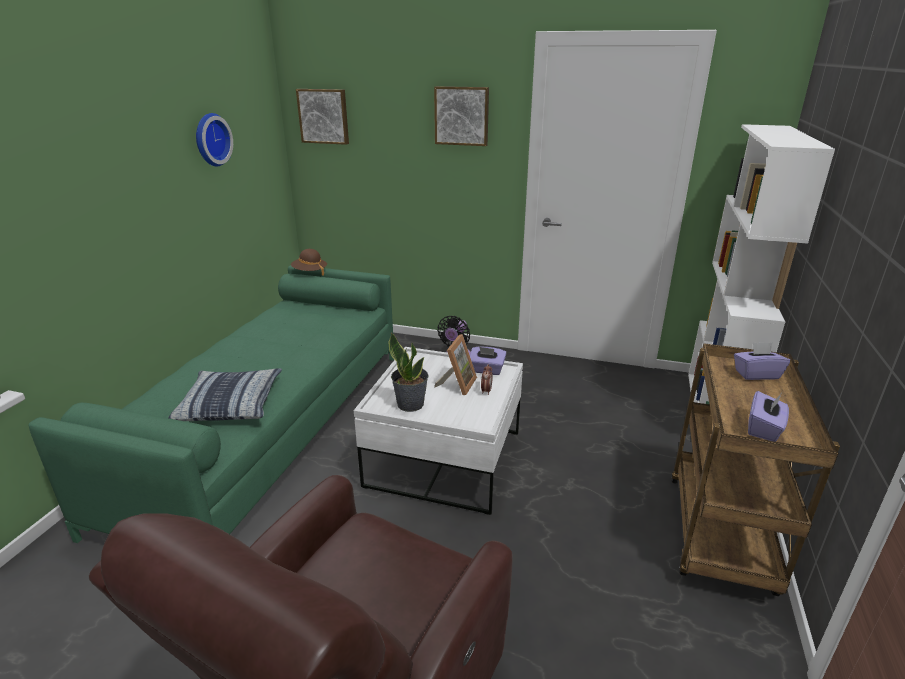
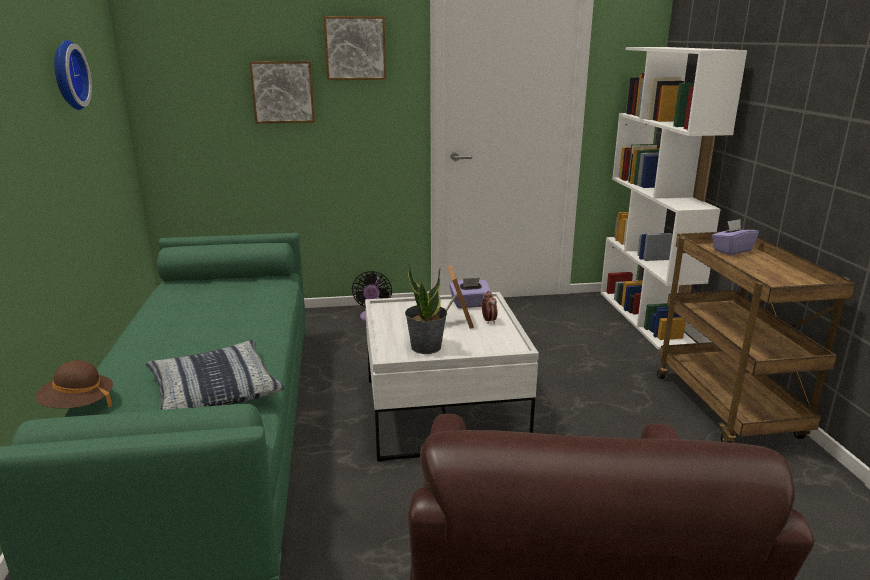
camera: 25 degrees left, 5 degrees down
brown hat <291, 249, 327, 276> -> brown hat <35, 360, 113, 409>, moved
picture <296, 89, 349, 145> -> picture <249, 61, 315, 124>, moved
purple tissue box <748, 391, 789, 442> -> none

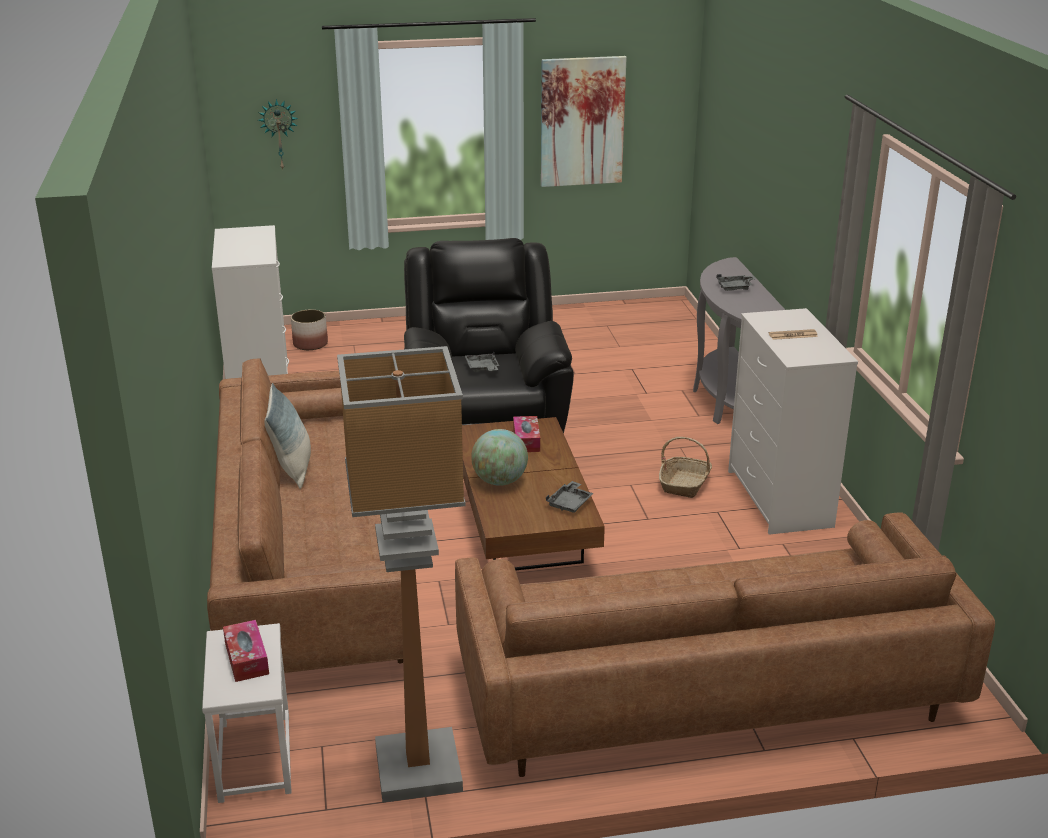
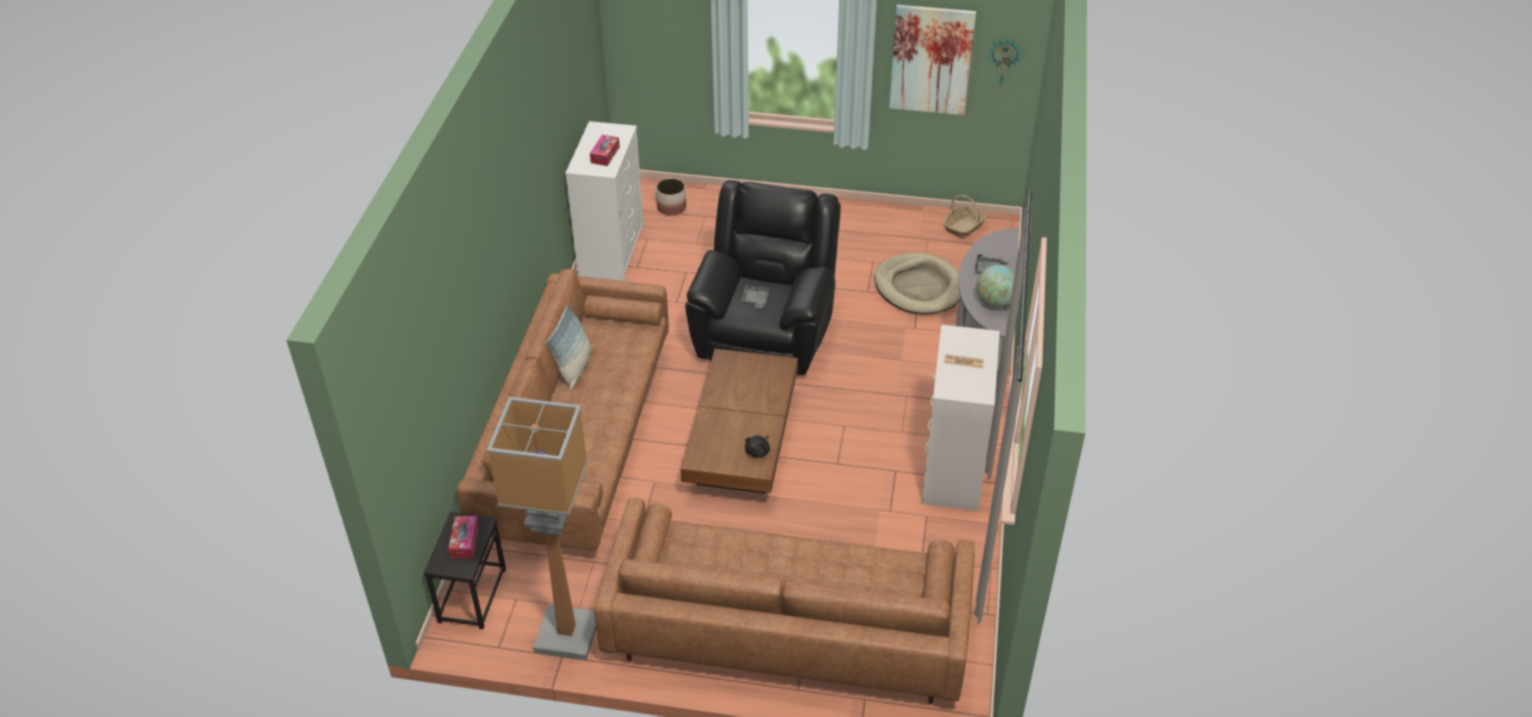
camera: 20 degrees right, 15 degrees up
white side table <202, 623, 292, 803> -> black side table <424, 512, 506, 629>
tissue box <513, 416, 540, 452> -> tissue box <590, 135, 620, 166>, moved
grey tray <546, 481, 594, 513> -> black plush toy <745, 436, 770, 457>
none -> beige dog bed <874, 253, 960, 314>
basket <659, 437, 712, 498> -> basket <943, 195, 987, 239>, moved
globe <471, 429, 528, 486> -> globe <976, 265, 1015, 308>, moved
wall clock <258, 99, 298, 171> -> wall clock <987, 39, 1023, 93>, moved

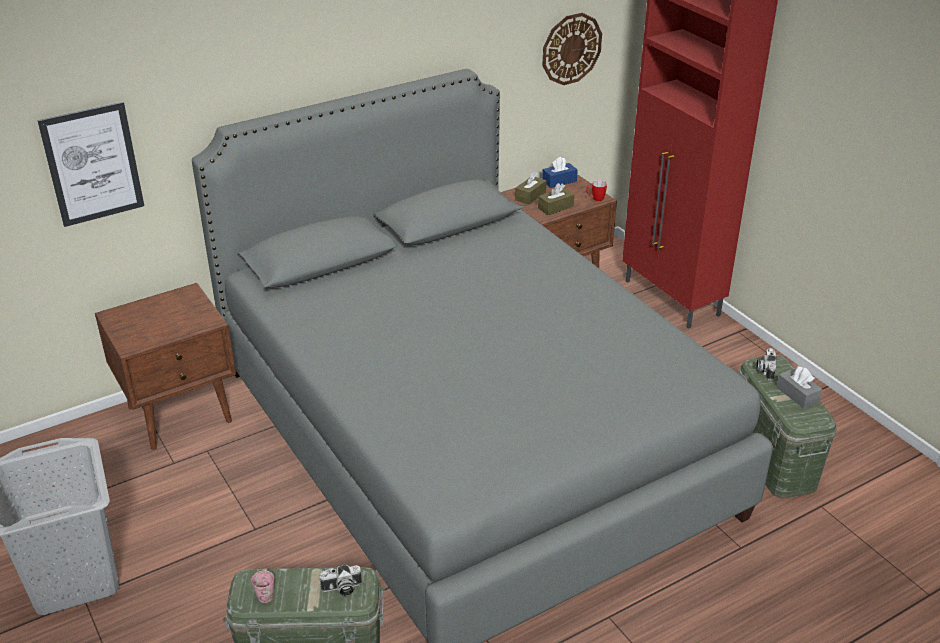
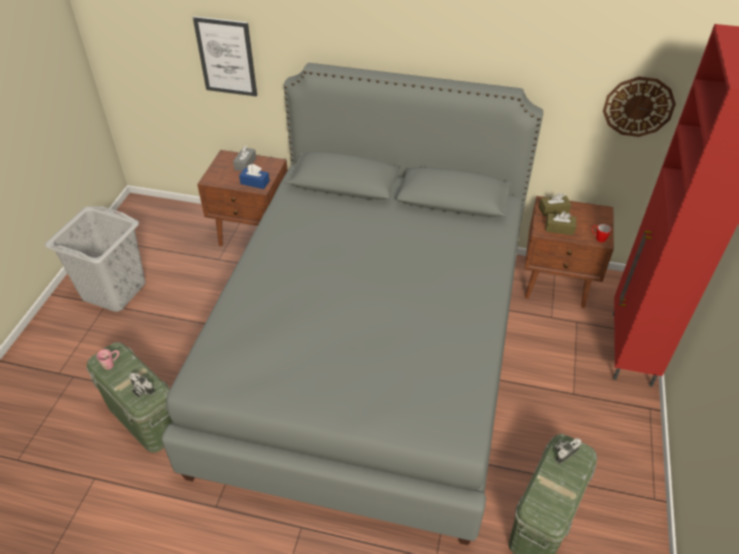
camera: 45 degrees right, 10 degrees up
grey tissue box <777, 366, 822, 409> -> grey tissue box <233, 145, 256, 171>, moved
blue tissue box <542, 157, 578, 188> -> blue tissue box <239, 164, 270, 189>, moved

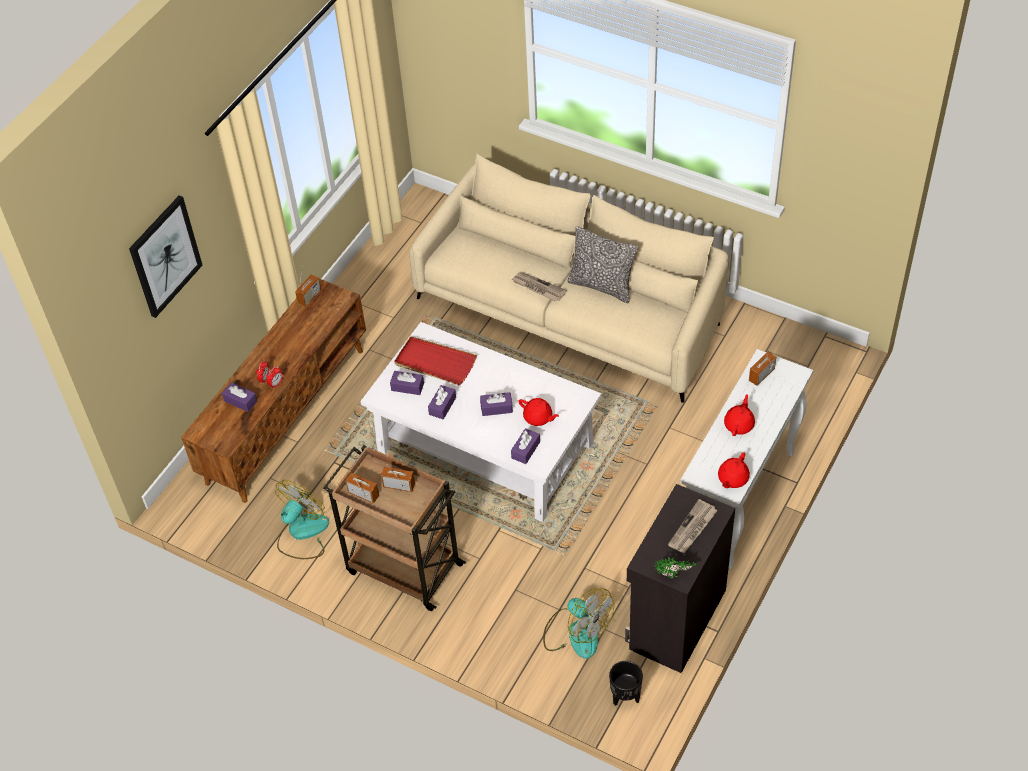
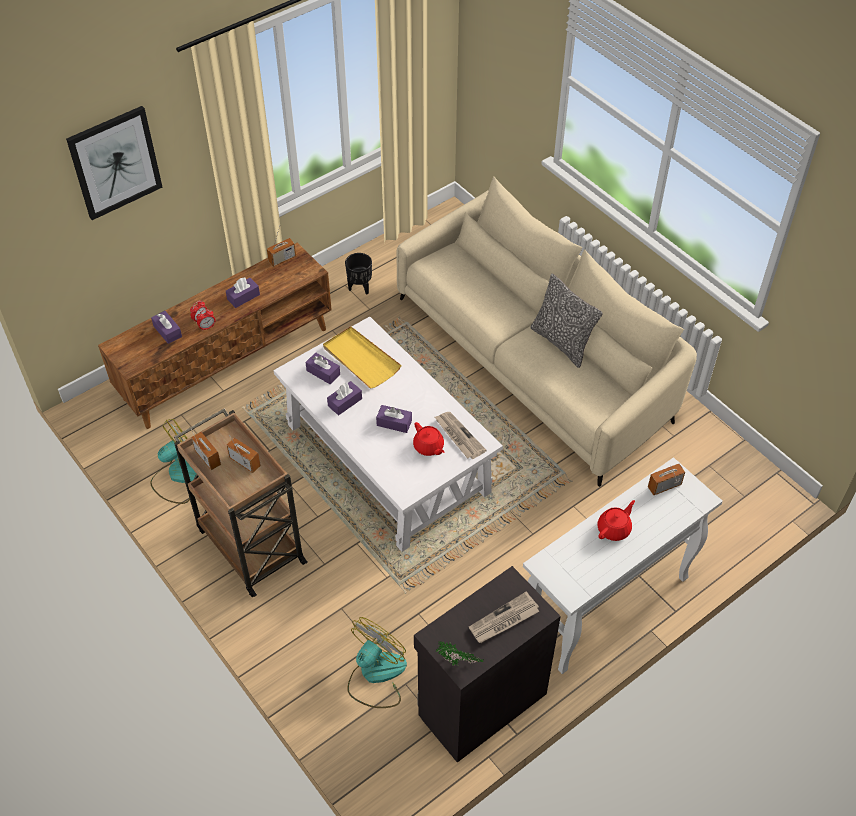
camera: 20 degrees right, 0 degrees up
purple tissue box <511, 428, 540, 464> -> purple tissue box <226, 278, 260, 308>, moved
red tray <394, 336, 477, 385> -> yellow tray <323, 326, 402, 388>
black planter <609, 661, 643, 706> -> black planter <345, 253, 372, 295>, moved
fan <543, 588, 614, 659> -> fan <347, 617, 407, 708>, 120 degrees counterclockwise
newspaper <511, 272, 567, 301> -> newspaper <435, 412, 487, 459>, moved
red teapot <718, 452, 750, 488> -> none

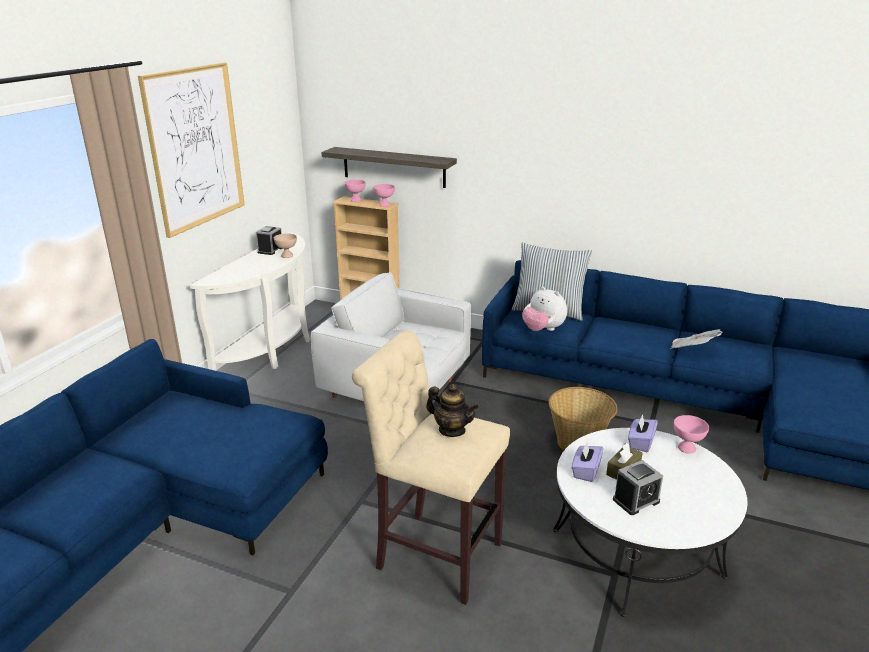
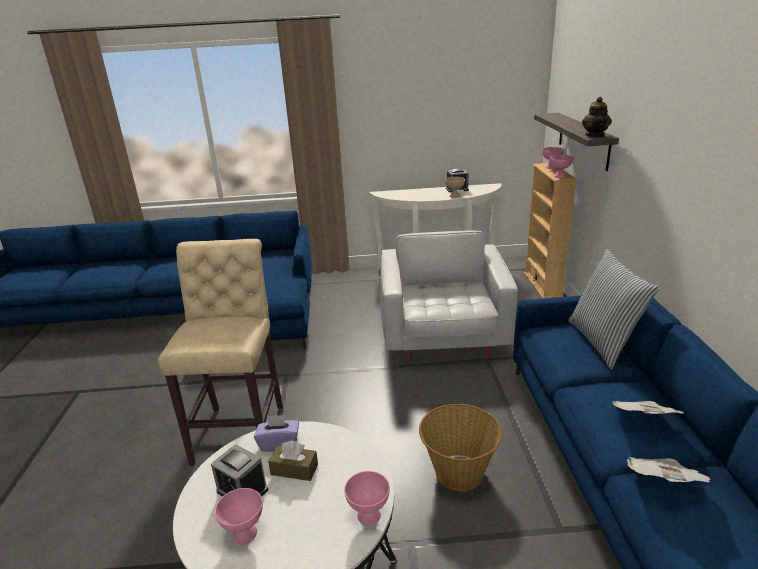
camera: 65 degrees right, 0 degrees up
none -> pink bowl <215, 488, 263, 544>
teapot <426, 384, 479, 437> -> teapot <582, 97, 612, 137>, moved
none -> newspaper <613, 401, 684, 414>
picture <138, 63, 245, 238> -> none
plush toy <522, 287, 567, 331> -> none
purple tissue box <628, 414, 657, 452> -> none

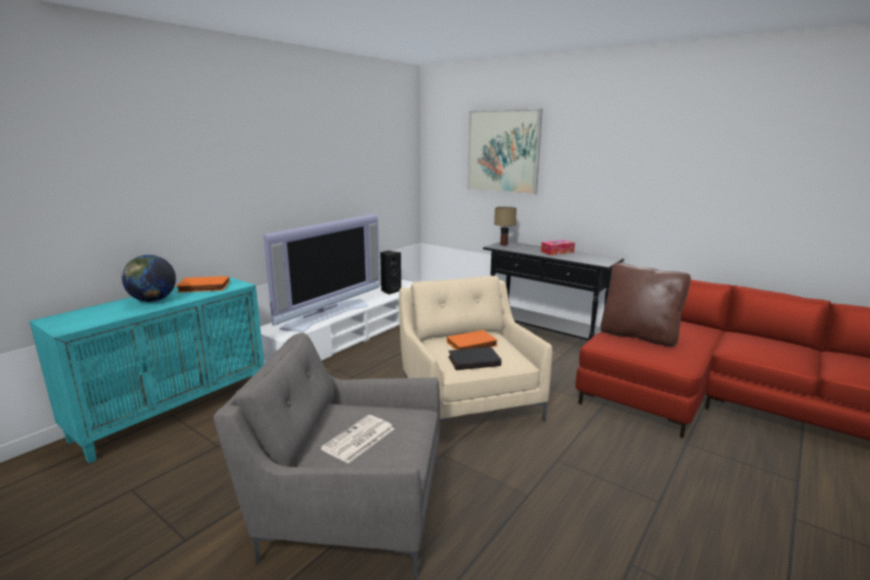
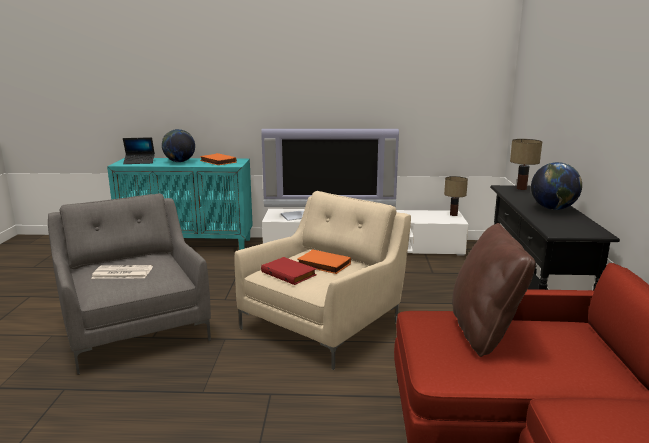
camera: 55 degrees right, 0 degrees up
none -> laptop <123, 137, 155, 164>
black book <448, 347, 501, 370> -> red book <261, 257, 317, 285>
none -> table lamp <444, 176, 468, 216>
tissue box <541, 240, 575, 255> -> globe <531, 162, 582, 210>
black speaker <380, 251, 401, 294> -> none
picture <467, 109, 543, 195> -> none

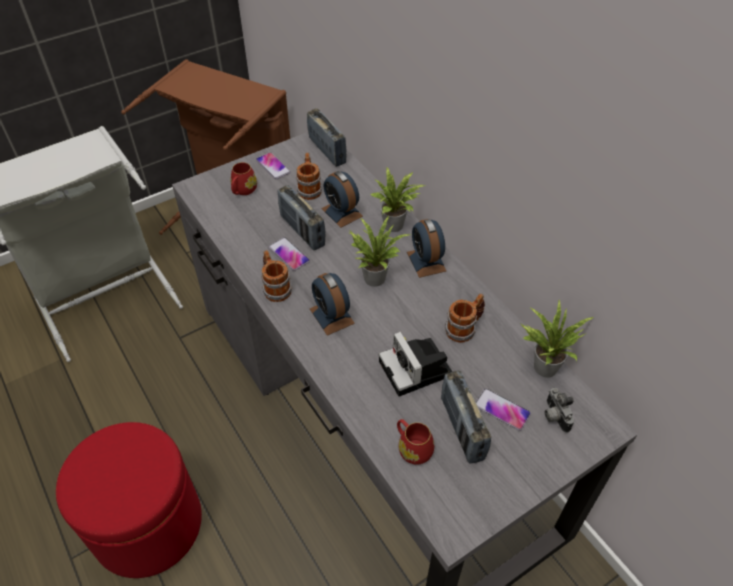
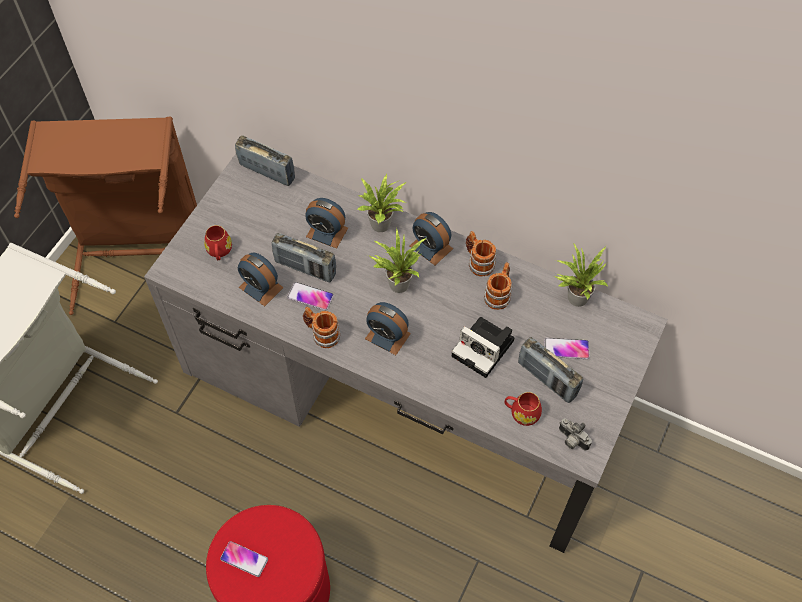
camera: 30 degrees left, 10 degrees up
phone <256, 152, 291, 179> -> phone <220, 541, 268, 577>, moved
none -> alarm clock <238, 253, 284, 306>
mug <296, 153, 322, 200> -> mug <466, 231, 497, 277>, moved
photo camera <545, 388, 574, 433> -> photo camera <559, 418, 592, 450>, moved

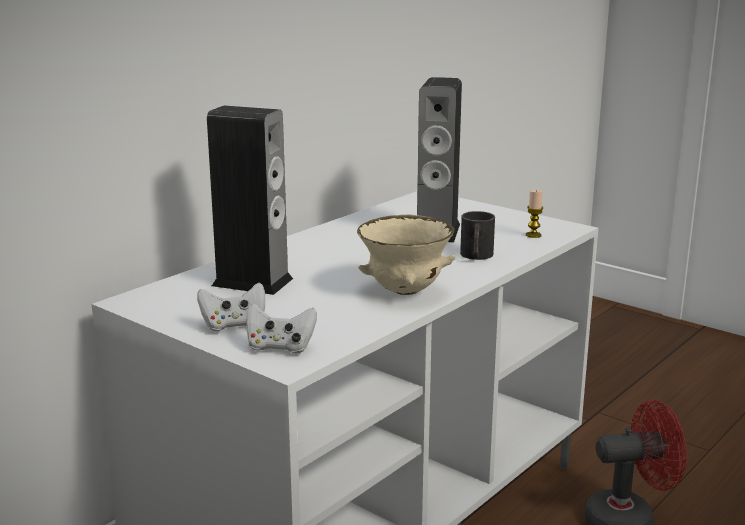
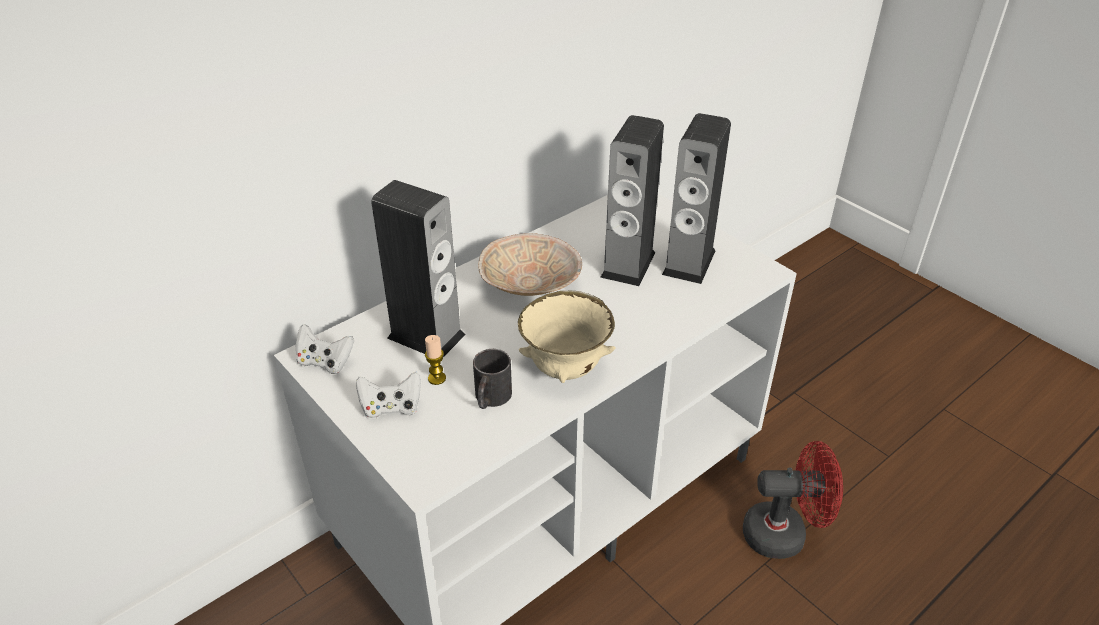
camera: 10 degrees right, 20 degrees up
white game controller <246, 304, 317, 353> -> white game controller <296, 324, 354, 374>, moved
candle <526, 190, 543, 238> -> candle <425, 335, 446, 385>, moved
black mug <460, 211, 495, 260> -> black mug <473, 349, 512, 409>, moved
none -> beige bowl <478, 233, 582, 296>
none -> speaker <662, 113, 731, 284>

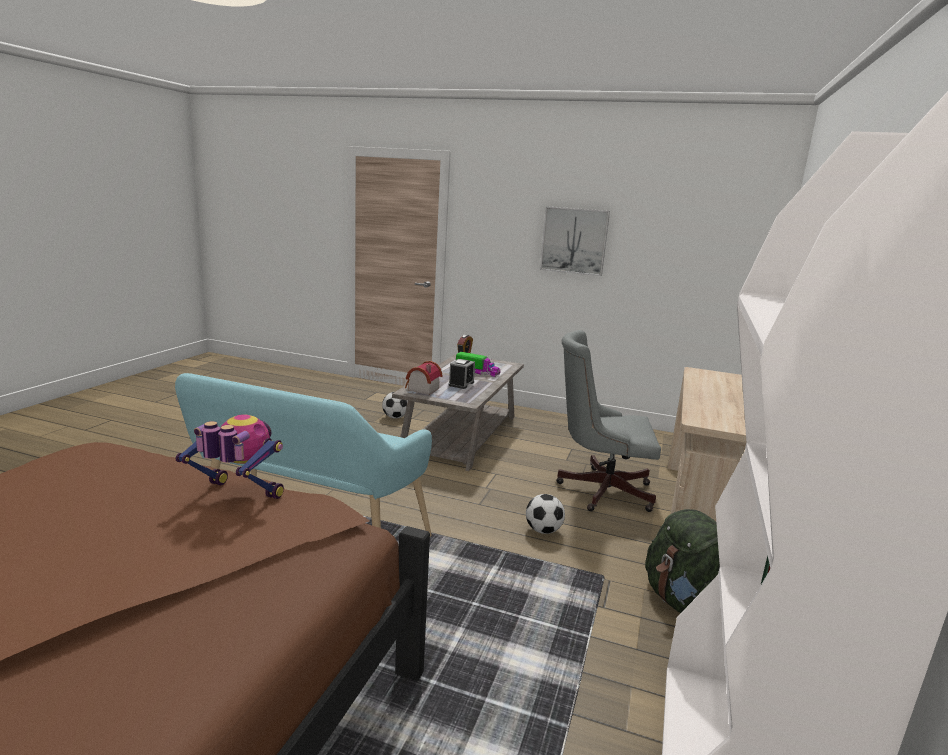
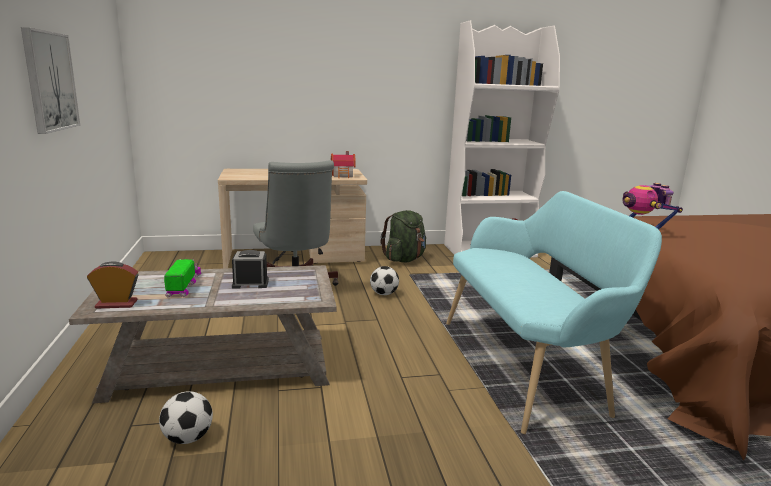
camera: 120 degrees left, 0 degrees up
toy house <405, 361, 443, 395> -> toy house <331, 151, 356, 178>, moved

